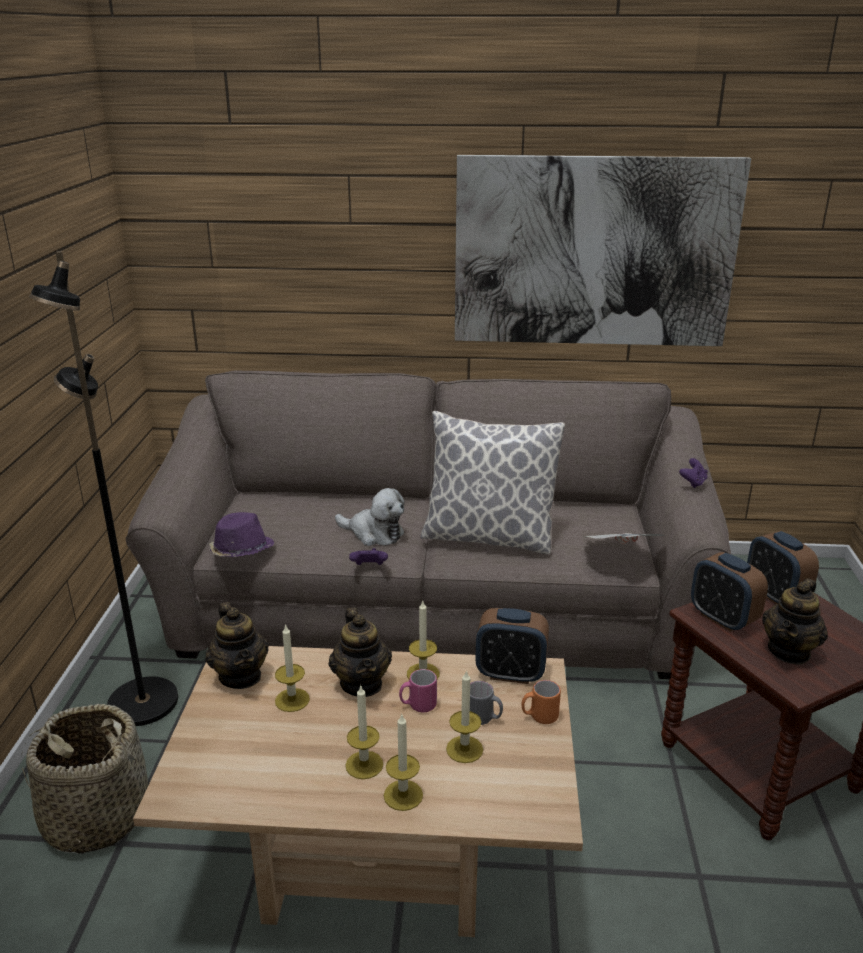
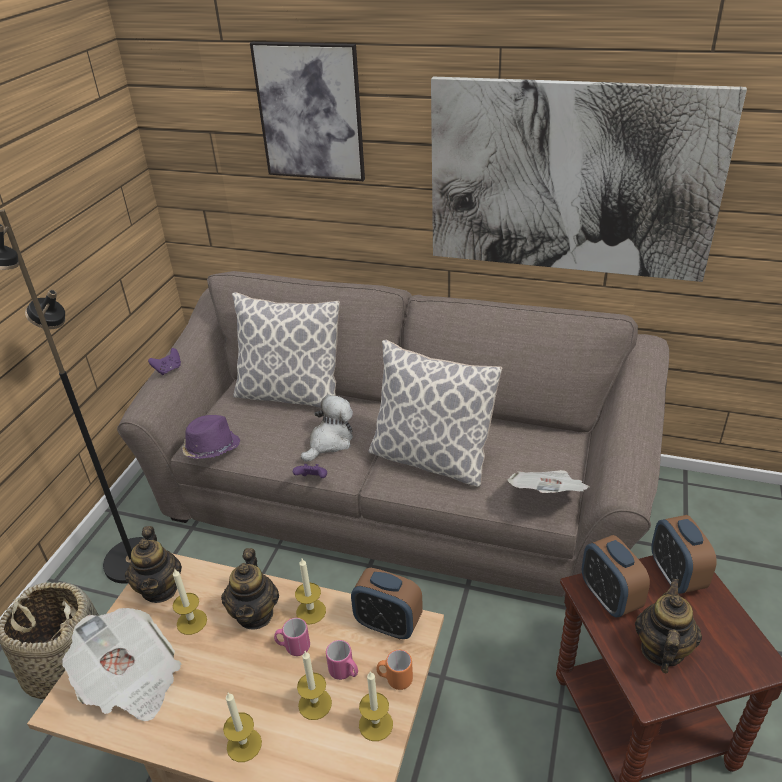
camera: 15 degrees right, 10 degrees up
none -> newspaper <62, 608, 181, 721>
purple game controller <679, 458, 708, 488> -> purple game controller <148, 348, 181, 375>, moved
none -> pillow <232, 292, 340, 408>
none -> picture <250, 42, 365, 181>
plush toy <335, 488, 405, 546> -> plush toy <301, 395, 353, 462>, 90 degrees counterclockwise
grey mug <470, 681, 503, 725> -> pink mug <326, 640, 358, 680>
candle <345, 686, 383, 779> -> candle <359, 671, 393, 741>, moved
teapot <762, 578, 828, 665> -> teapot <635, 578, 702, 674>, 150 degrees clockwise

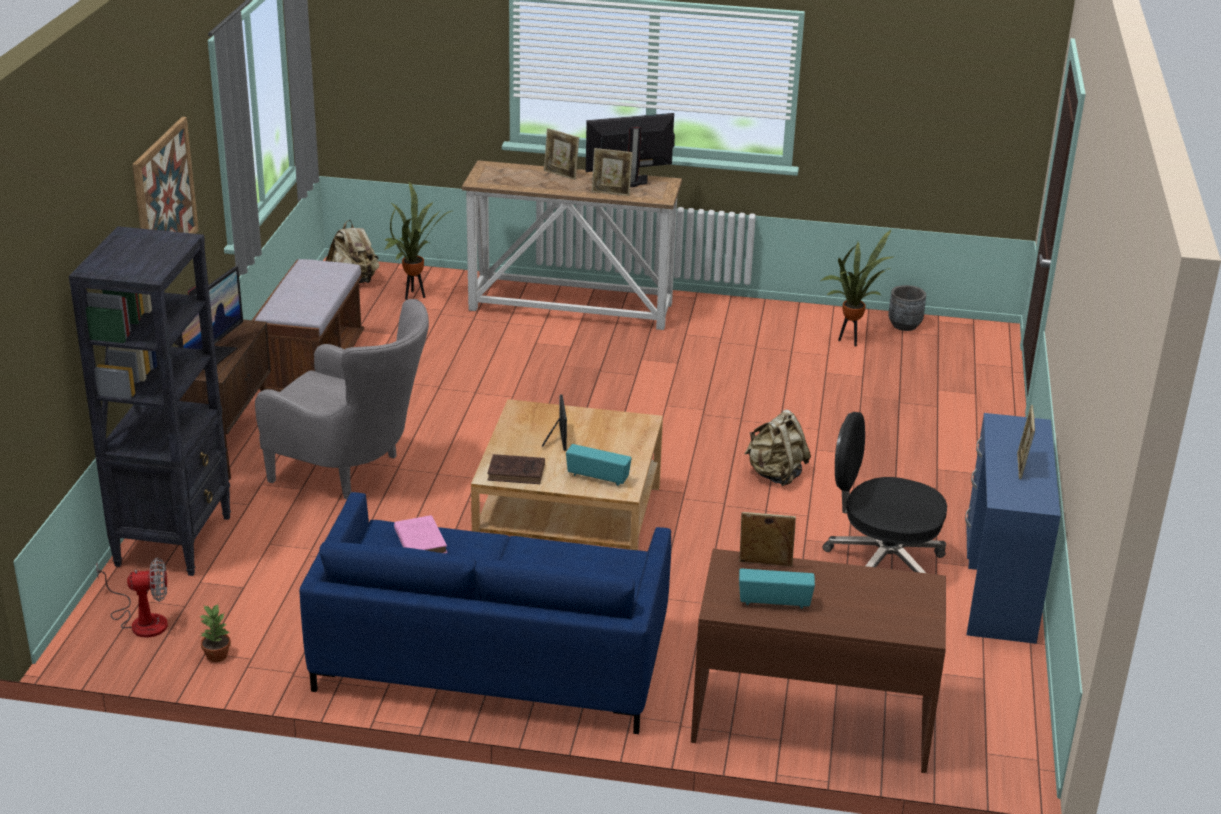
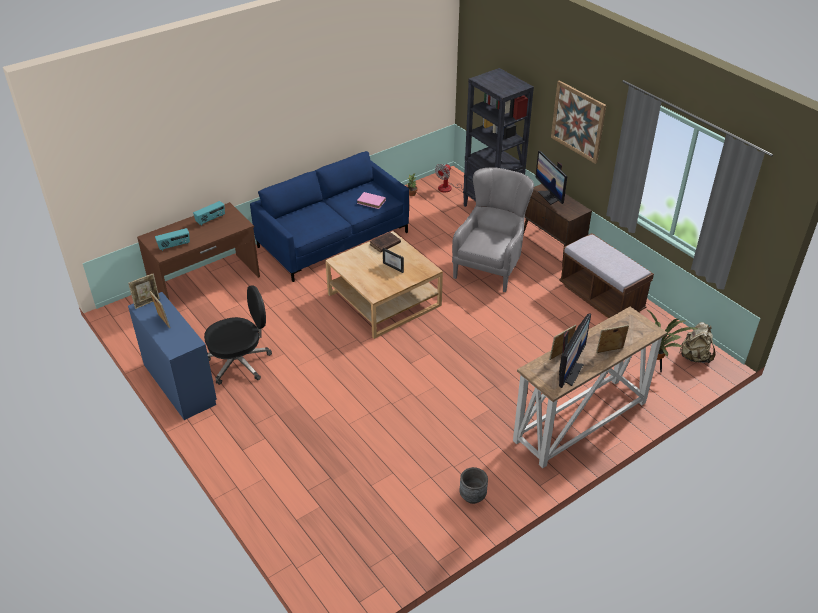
camera: 135 degrees right, 10 degrees up
picture frame <739, 512, 796, 567> -> picture frame <128, 273, 160, 309>, moved
radio <566, 444, 632, 486> -> radio <155, 228, 190, 251>, moved
grey armchair <255, 299, 429, 500> -> grey armchair <452, 167, 534, 292>, 135 degrees clockwise
grey planter <888, 285, 926, 331> -> grey planter <460, 467, 488, 504>, moved
beige backpack <744, 409, 811, 486> -> none
potted plant <821, 229, 893, 347> -> none

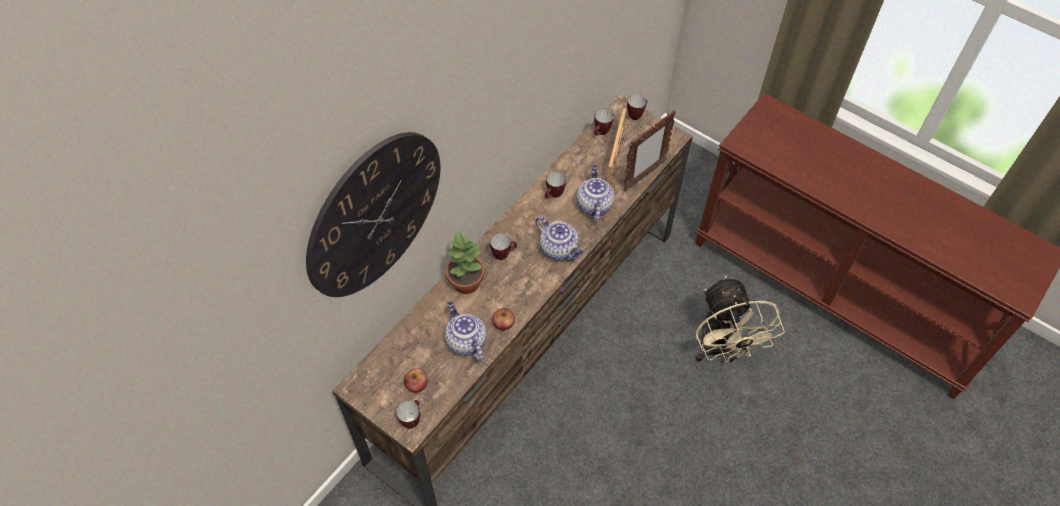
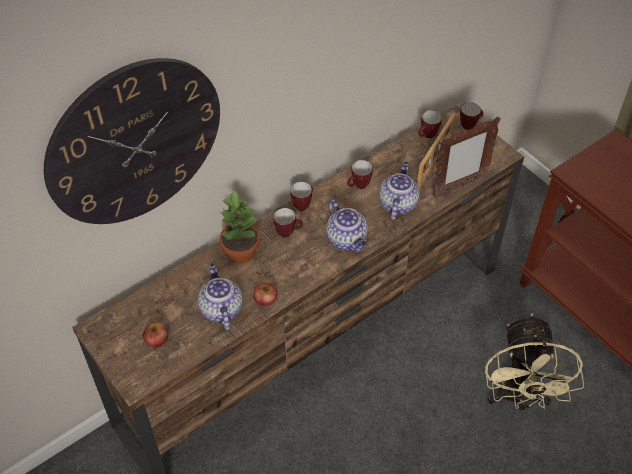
camera: 15 degrees right, 5 degrees down
mug <396, 400, 420, 429> -> mug <290, 182, 313, 211>, moved

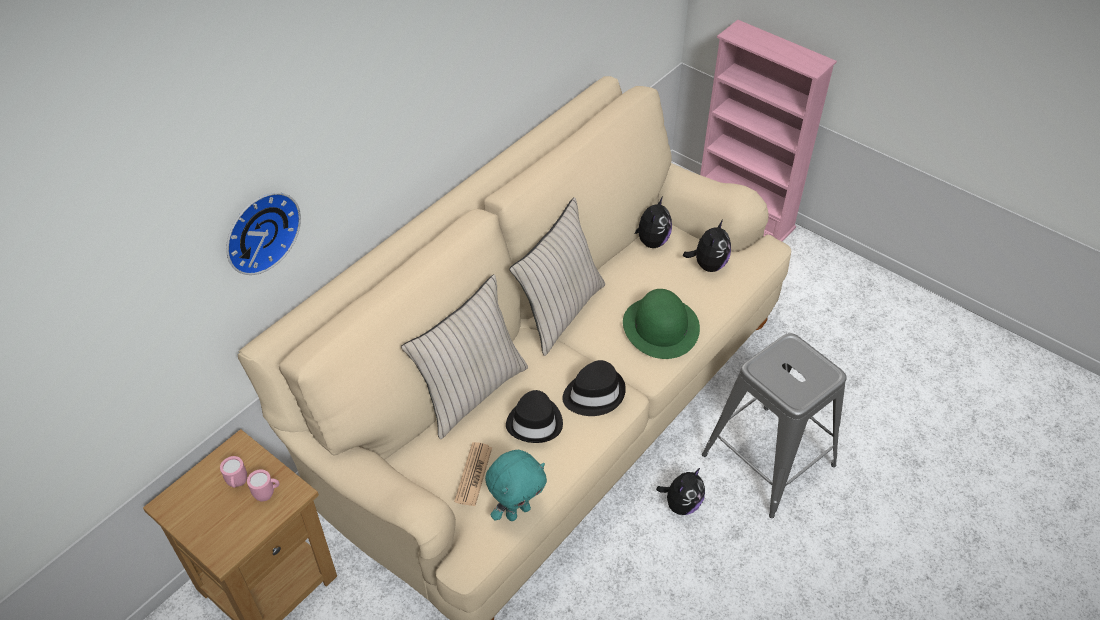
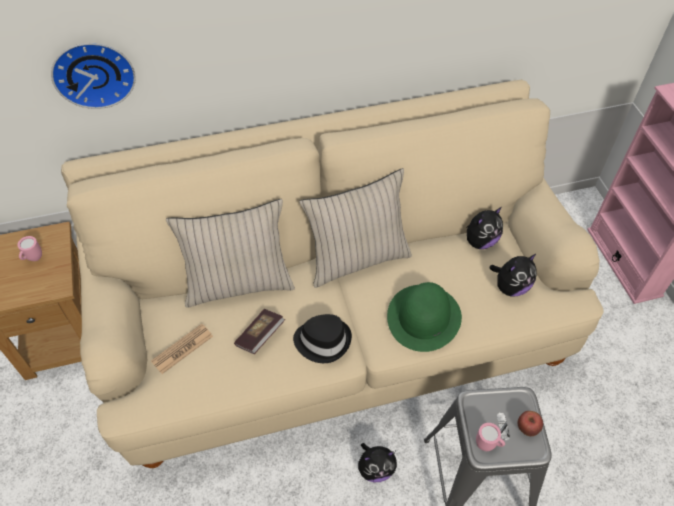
camera: 35 degrees right, 5 degrees up
black hat <506, 390, 563, 443> -> book <234, 309, 285, 354>
pink mug <247, 469, 280, 501> -> pink mug <476, 423, 505, 451>, moved
none -> apple <518, 411, 543, 436>
turquoise plush toy <485, 450, 547, 521> -> none

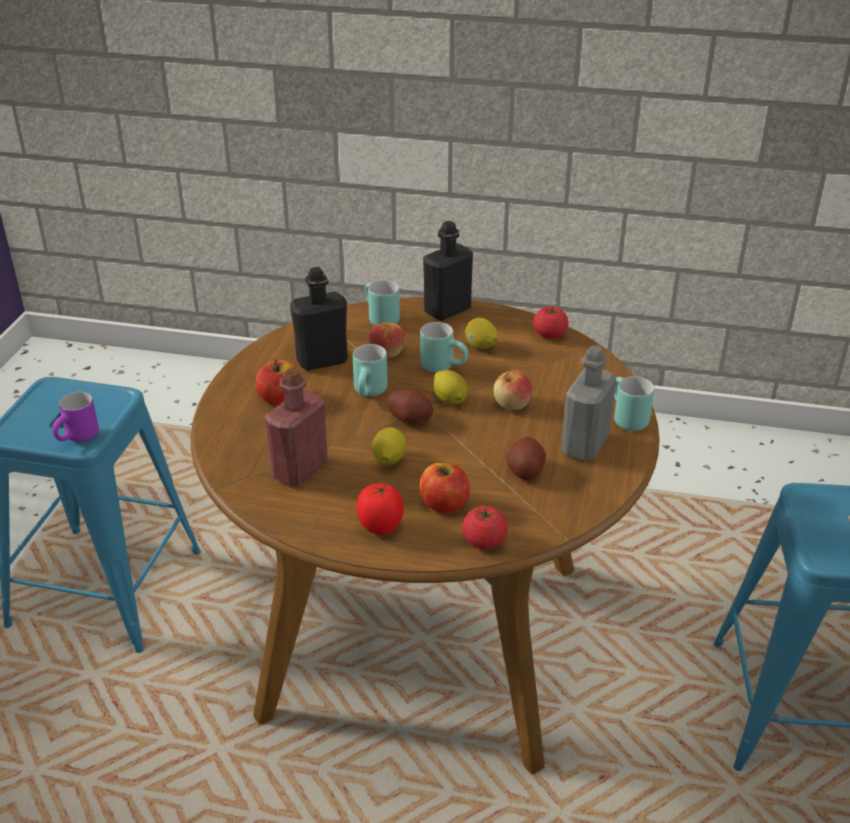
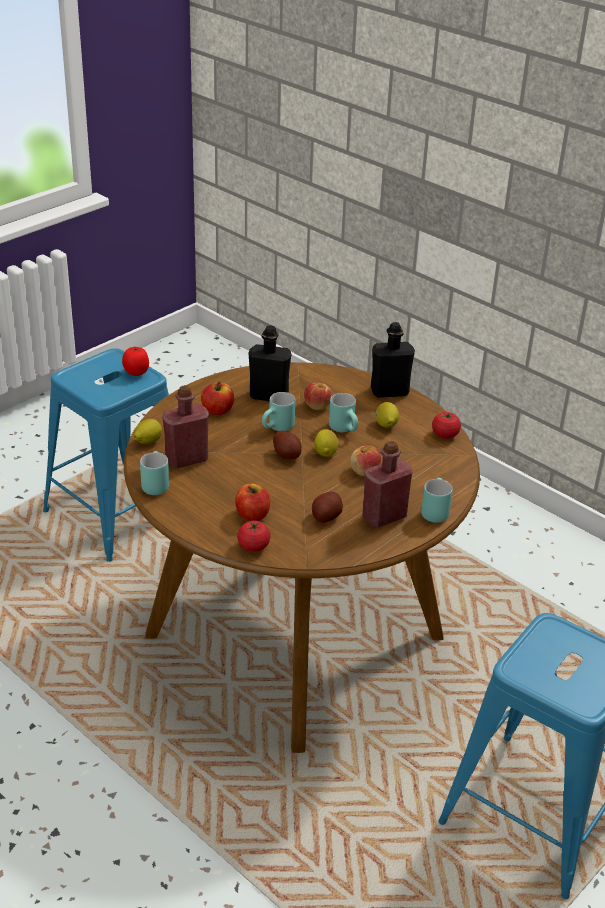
camera: 30 degrees right, 0 degrees up
tomato <356, 483, 404, 535> -> tomato <122, 347, 149, 376>, moved
lemon <372, 427, 406, 465> -> lemon <134, 419, 162, 444>, moved
turquoise mug <365, 280, 400, 326> -> turquoise mug <140, 451, 169, 495>, moved
grey bottle <561, 345, 616, 462> -> red bottle <363, 441, 413, 528>
purple mug <52, 392, 99, 442> -> none

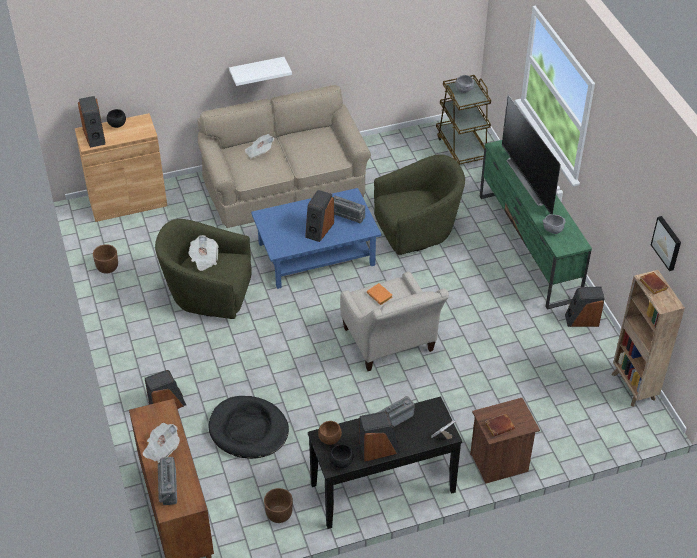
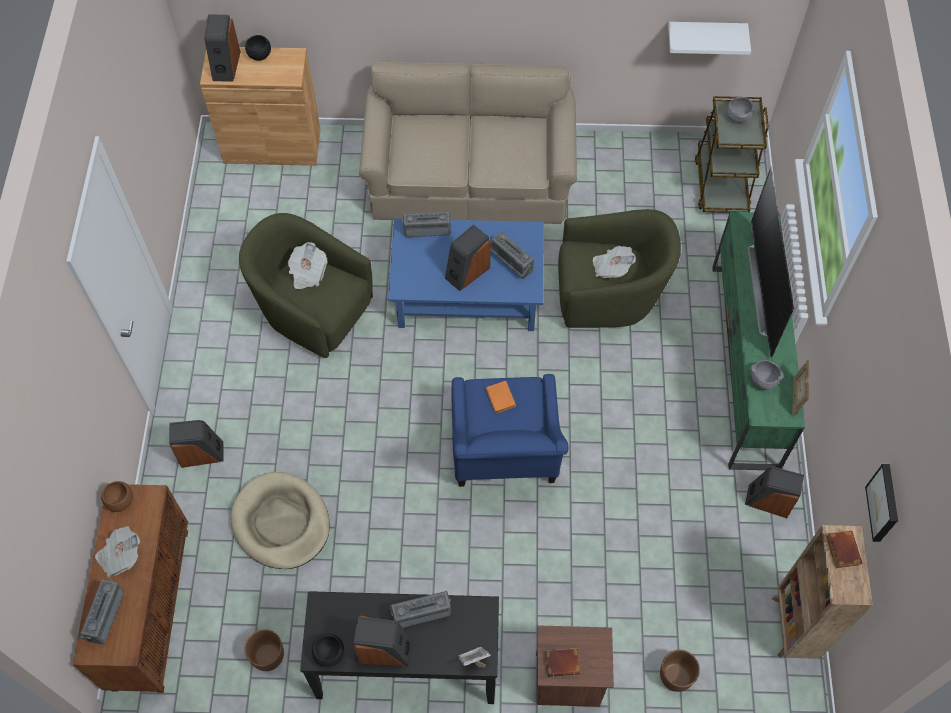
camera: 20 degrees right, 15 degrees up
brown bowl <318, 421, 342, 445> -> brown bowl <101, 481, 133, 512>, moved
black dog bed <208, 396, 289, 459> -> beige dog bed <230, 472, 330, 569>
none -> radio <402, 211, 451, 237>
beige armchair <340, 272, 449, 371> -> blue armchair <451, 374, 568, 487>
newspaper <245, 134, 274, 159> -> newspaper <593, 246, 636, 278>, moved
brown planter <93, 244, 118, 274> -> brown planter <660, 650, 700, 692>, moved
white shelf <229, 57, 292, 86> -> white shelf <668, 22, 751, 55>, moved
none -> picture frame <792, 358, 810, 417>

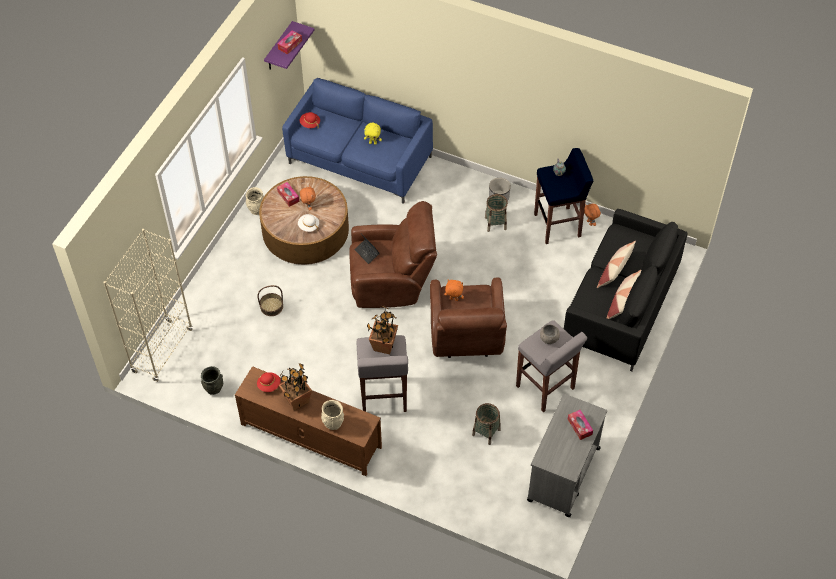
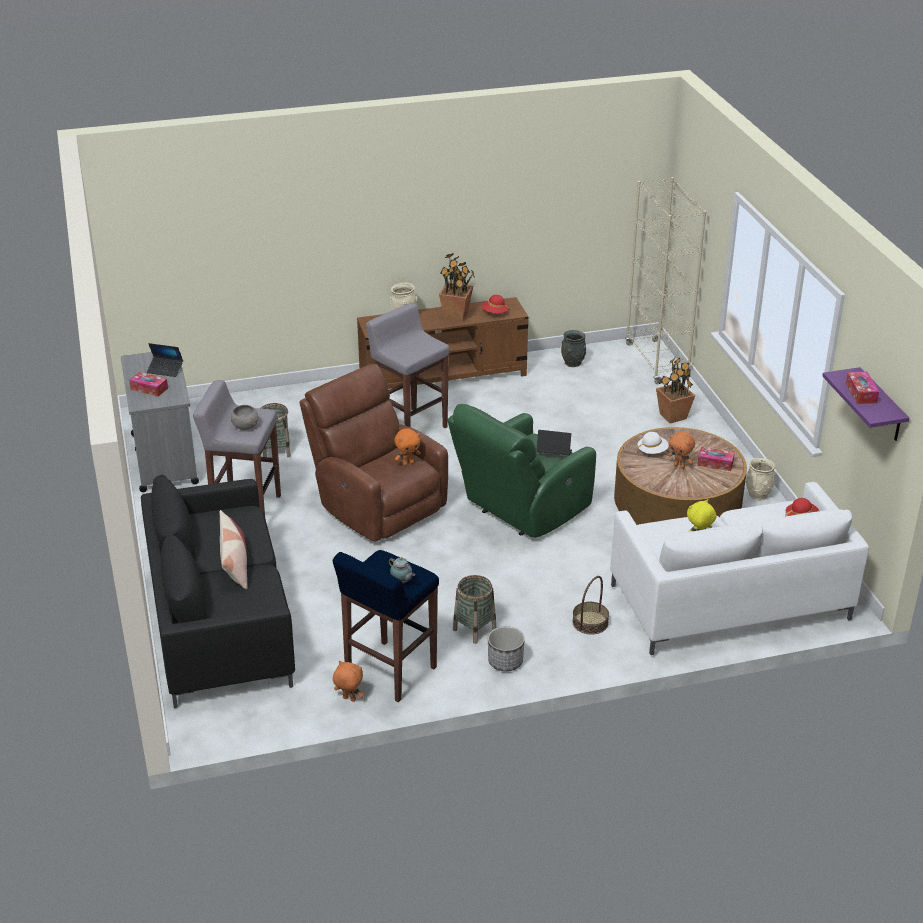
camera: 140 degrees right, 20 degrees down
none -> laptop <147, 343, 183, 377>
brown armchair <349, 201, 437, 308> -> green armchair <447, 404, 596, 538>
basket <257, 285, 283, 316> -> basket <572, 576, 609, 634>, moved
blue sofa <282, 78, 433, 204> -> white sofa <610, 482, 869, 655>
potted plant <367, 306, 398, 354> -> potted plant <656, 357, 695, 423>, moved
pillow <607, 270, 641, 319> -> none

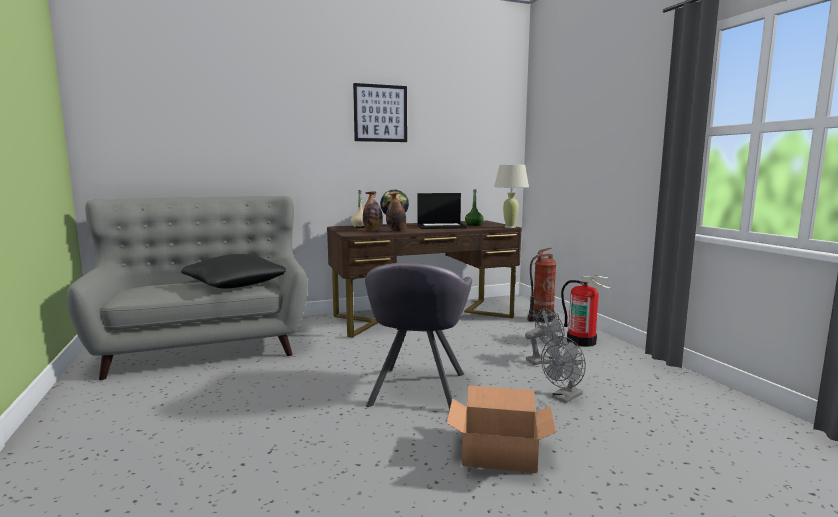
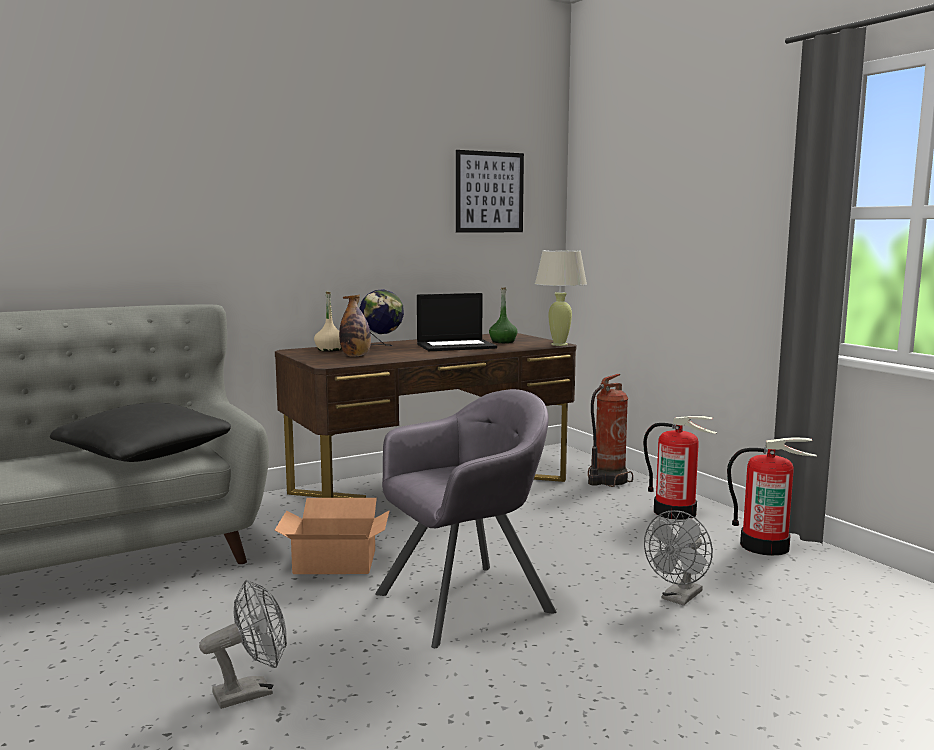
camera: 10 degrees left, 0 degrees up
grey fan <525, 308, 565, 365> -> grey fan <199, 580, 287, 709>, moved
cardboard box <447, 385, 556, 473> -> cardboard box <274, 498, 390, 574>, moved
grey armchair <365, 263, 472, 410> -> grey armchair <375, 389, 557, 648>, 120 degrees counterclockwise
picture <353, 83, 407, 142> -> picture <456, 150, 524, 233>, moved
none -> fire extinguisher <727, 437, 817, 556>
bottle <386, 191, 406, 232> -> none

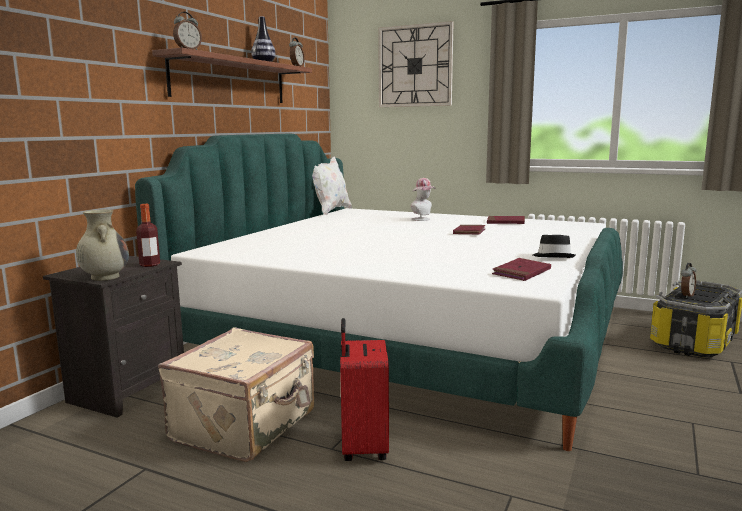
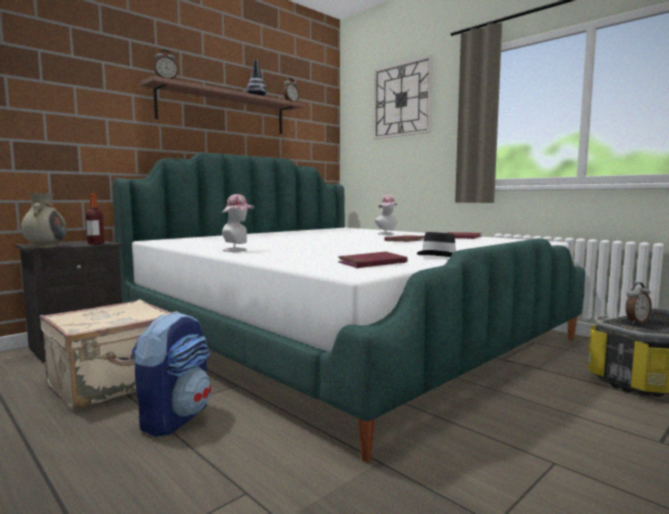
camera: 20 degrees right, 5 degrees down
red suitcase <340, 318, 389, 461> -> backpack <132, 311, 211, 437>
none -> hat <222, 194, 255, 252>
white pillow <312, 156, 352, 215> -> none

